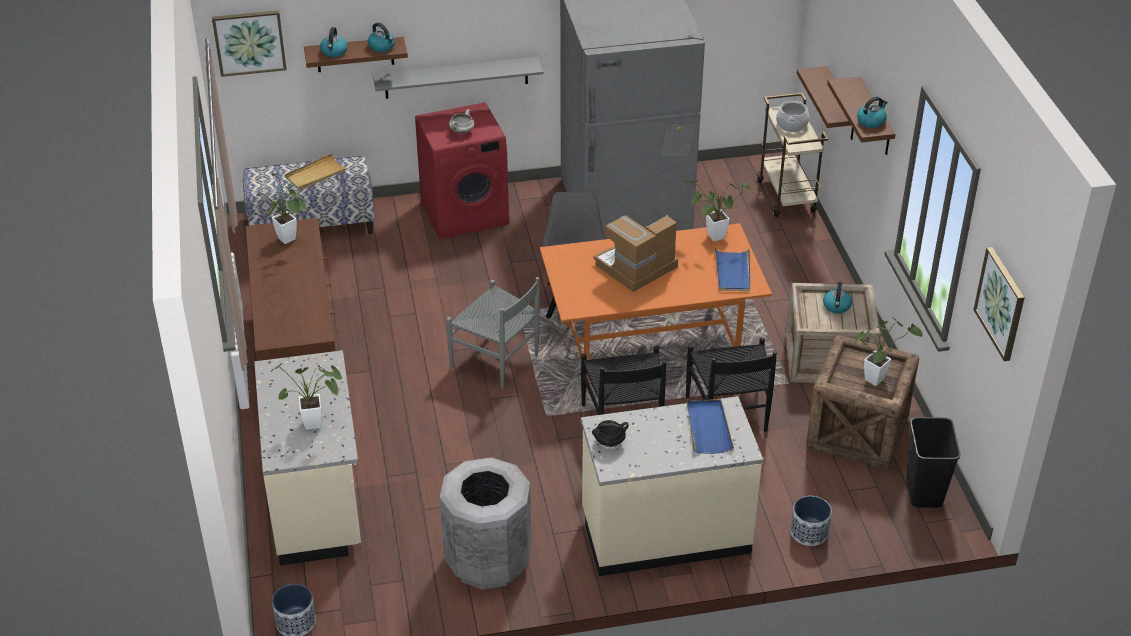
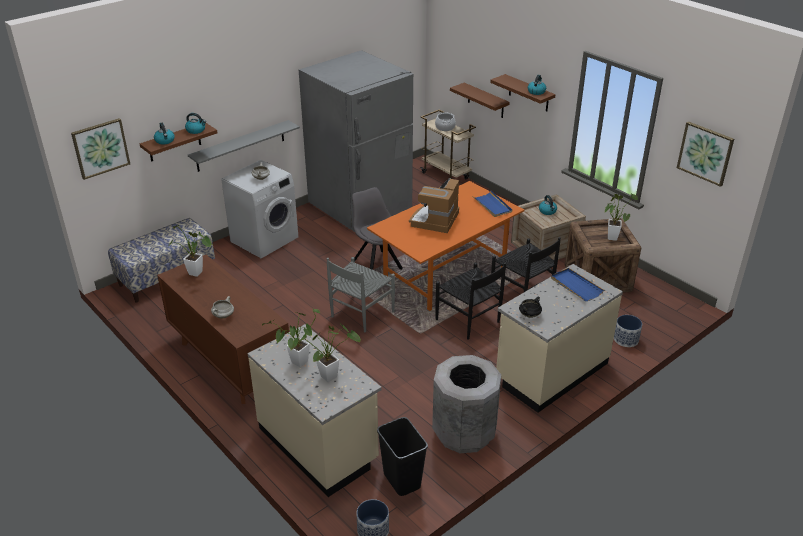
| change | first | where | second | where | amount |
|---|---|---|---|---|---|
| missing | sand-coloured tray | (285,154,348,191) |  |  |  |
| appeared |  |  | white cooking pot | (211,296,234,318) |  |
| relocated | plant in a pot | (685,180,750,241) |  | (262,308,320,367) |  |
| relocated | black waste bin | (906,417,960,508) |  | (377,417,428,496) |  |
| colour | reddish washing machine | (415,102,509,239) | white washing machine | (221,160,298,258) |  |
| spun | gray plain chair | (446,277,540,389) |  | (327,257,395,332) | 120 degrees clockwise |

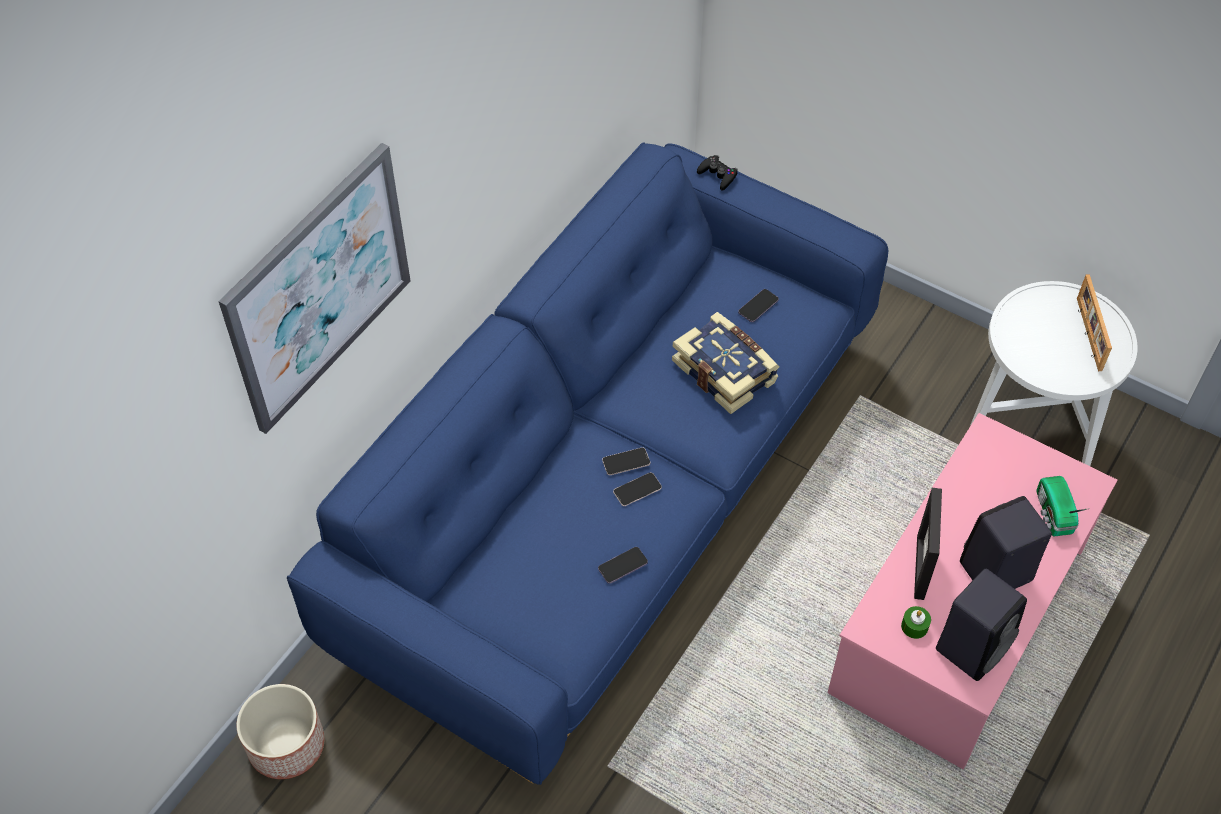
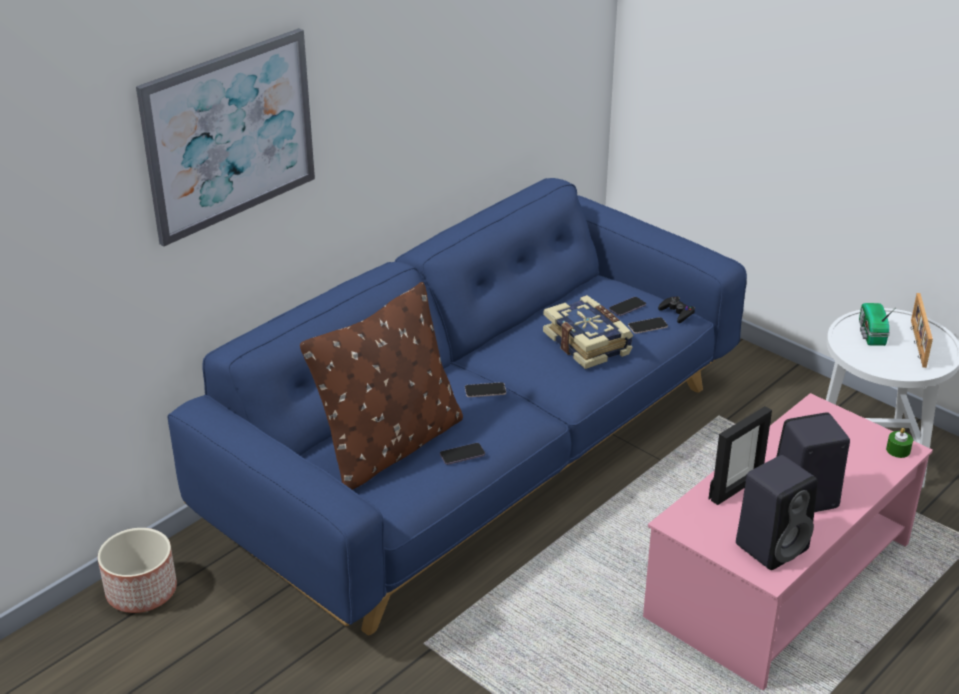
| change | first | where | second | where | amount |
|---|---|---|---|---|---|
| appeared |  |  | brown cushion | (300,282,463,490) |  |
| relocated | handset | (613,472,662,506) |  | (628,317,668,334) |  |
| relocated | black game controller | (697,155,738,191) |  | (658,297,695,323) |  |
| relocated | green-coloured candle | (901,606,931,639) |  | (886,428,913,458) |  |
| relocated | radio receiver | (1036,476,1090,537) |  | (859,303,894,346) |  |
| spun | standing frame | (914,488,942,600) |  | (709,406,772,505) | 150 degrees counterclockwise |

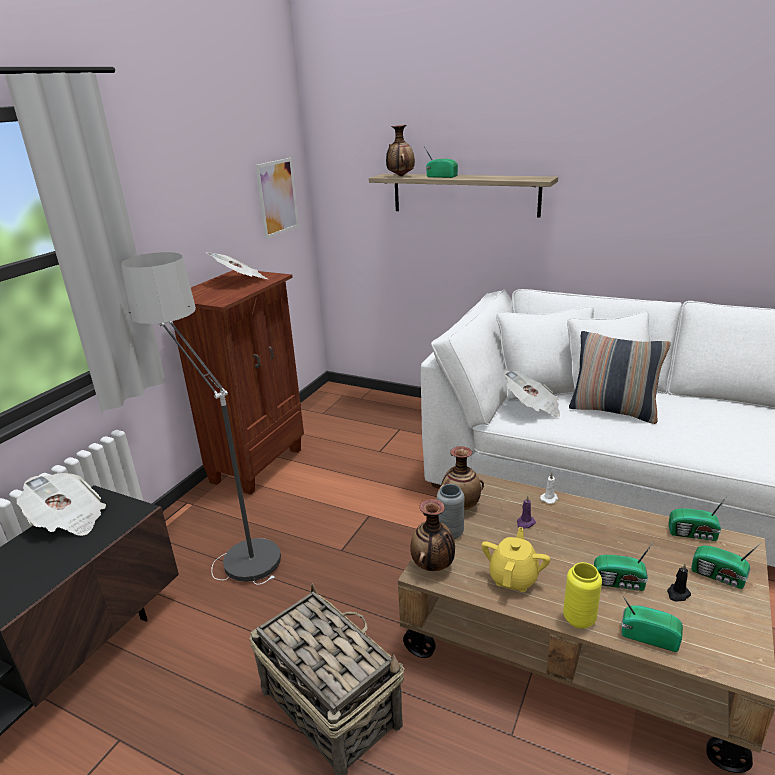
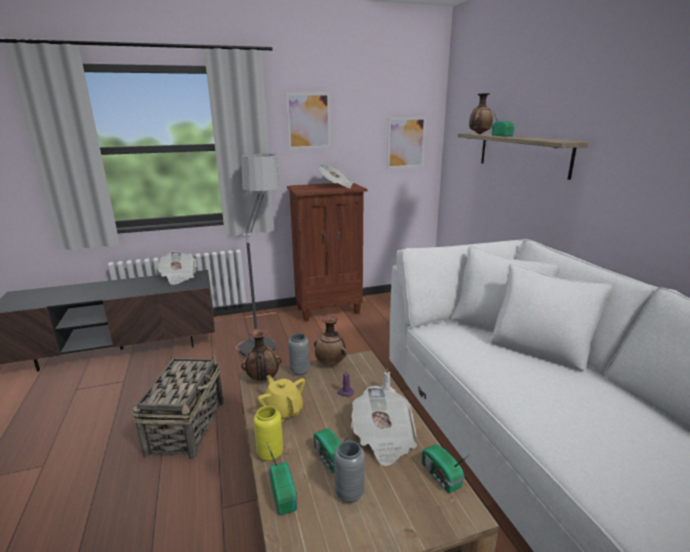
| change | first | where | second | where | amount |
|---|---|---|---|---|---|
| missing | cushion | (569,331,671,424) |  |  |  |
| missing | radio receiver | (691,543,761,589) |  |  |  |
| appeared |  |  | wall picture | (286,93,331,149) |  |
| relocated | newspaper | (504,370,560,417) |  | (351,386,417,466) |  |
| exchanged | black candle | (667,564,691,601) | gray decorative vase | (334,440,365,503) |  |
| spun | yellow-coloured tea pot | (481,527,550,592) |  | (258,375,305,422) | 105 degrees counterclockwise |

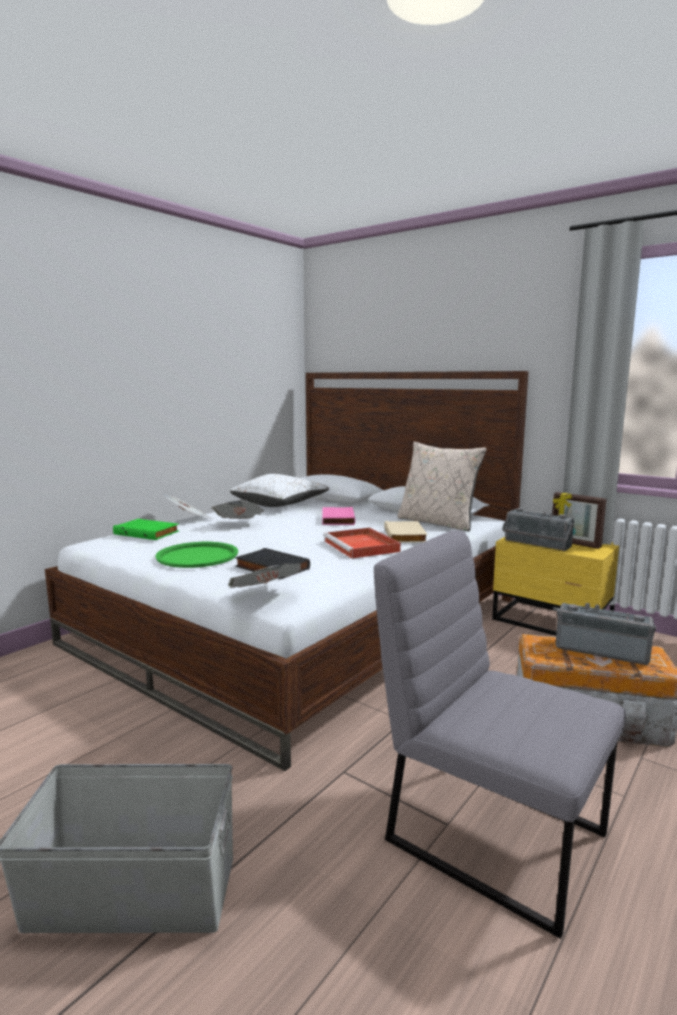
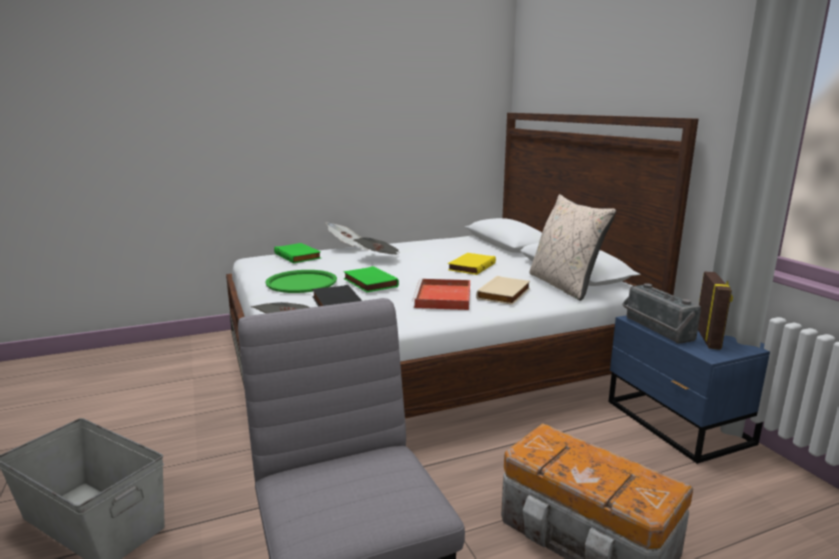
| change | first | where | second | where | amount |
|---|---|---|---|---|---|
| missing | white cushion | (230,474,330,507) |  |  |  |
| missing | radio receiver | (556,603,656,665) |  |  |  |
| appeared |  |  | green-coloured volume | (343,266,399,292) |  |
| colour | pink-coloured volume | (322,507,355,525) | yellow-coloured volume | (448,253,496,275) |  |
| colour | yellow-coloured bedside table | (492,537,619,636) | blue bedside table | (608,315,770,464) |  |
| spun | standing frame | (552,492,606,549) |  | (698,271,733,350) | 150 degrees counterclockwise |

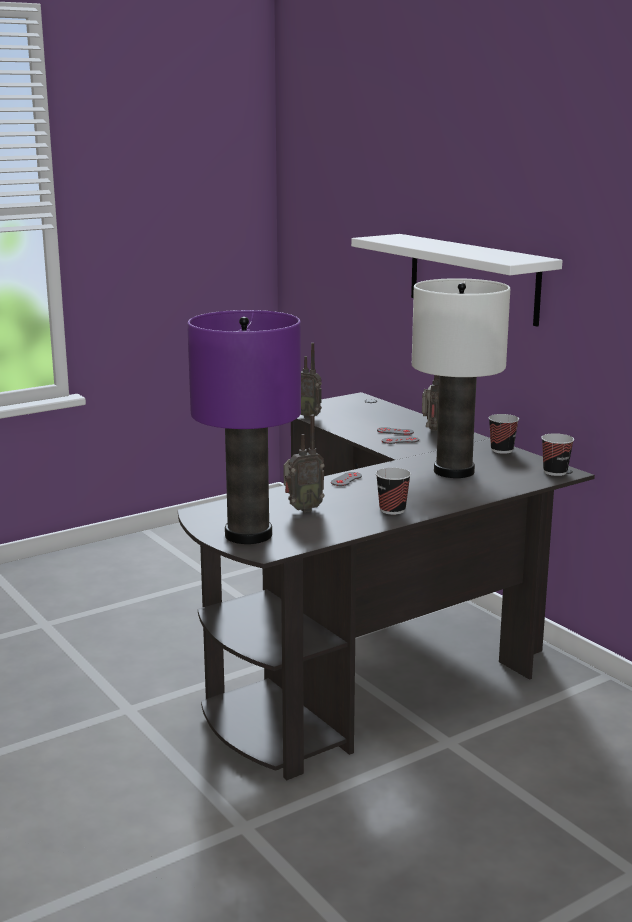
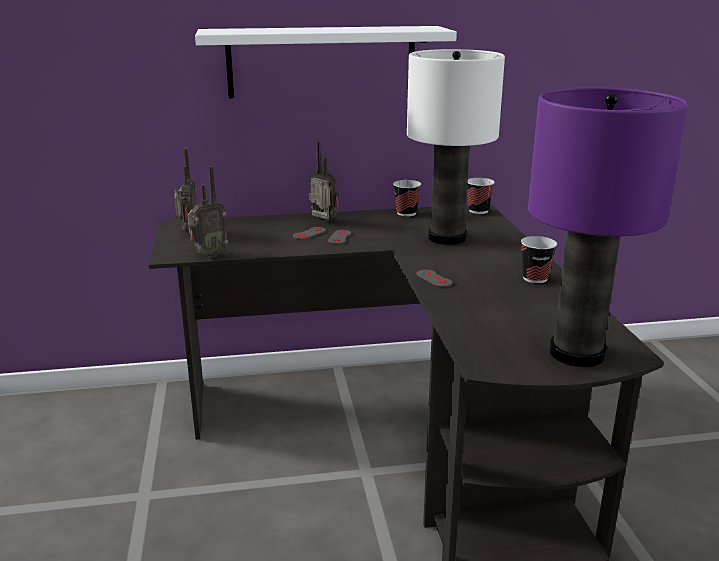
| change | first | where | second | where | amount |
|---|---|---|---|---|---|
| relocated | radio receiver | (284,415,325,512) |  | (173,148,197,233) |  |

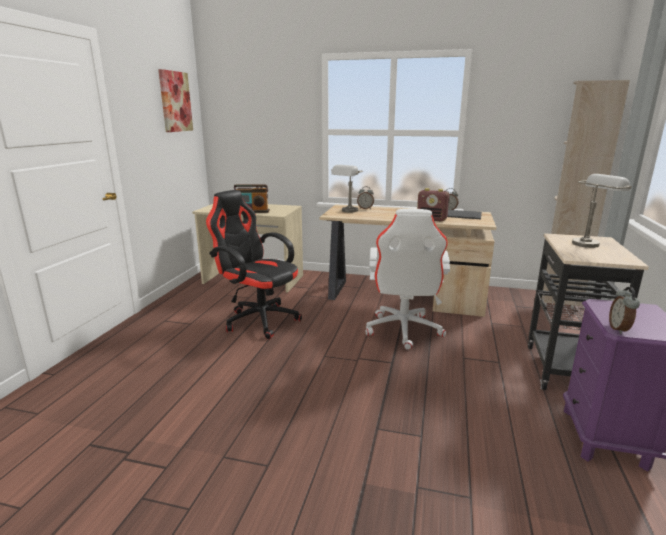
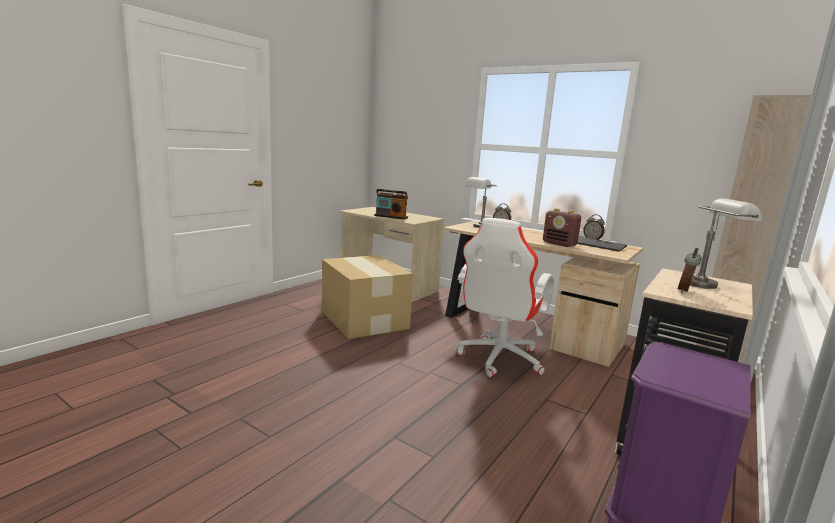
| change | first | where | second | where | amount |
|---|---|---|---|---|---|
| missing | wall picture | (158,69,193,132) |  |  |  |
| relocated | table clock | (609,287,640,334) |  | (678,248,702,293) |  |
| exchanged | black office chair | (206,190,302,339) | carton | (322,255,413,339) |  |

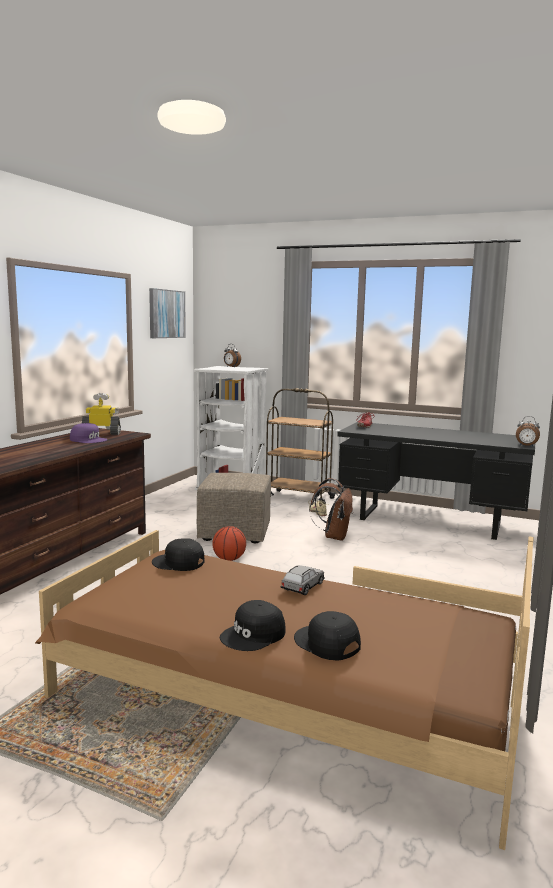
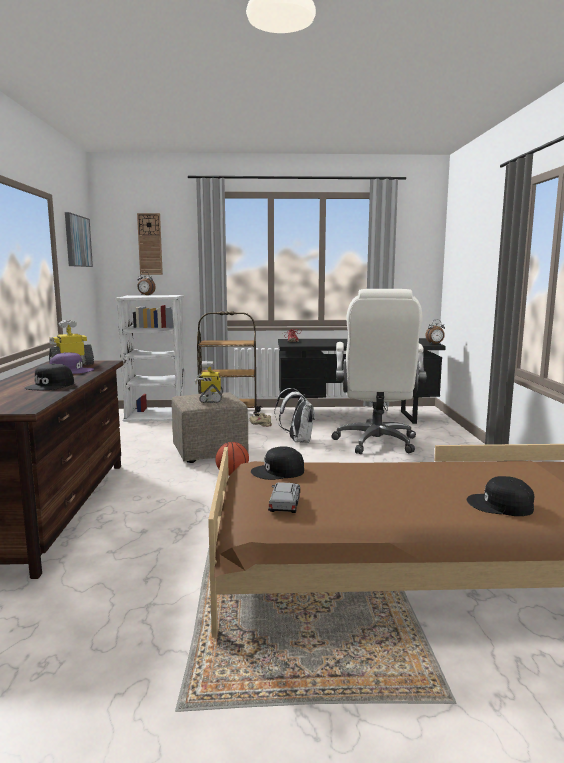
| change | first | where | second | where | amount |
|---|---|---|---|---|---|
| appeared |  |  | wall clock | (137,213,163,275) |  |
| appeared |  |  | robot figure | (195,361,223,403) |  |
| appeared |  |  | white office chair | (332,289,426,454) |  |
| relocated | black cap | (220,600,286,651) |  | (25,364,74,390) |  |
| relocated | gray miniature car | (280,565,325,595) |  | (268,482,300,513) |  |
| colour | brown knapsack | (309,478,353,541) | white knapsack | (275,388,315,443) |  |

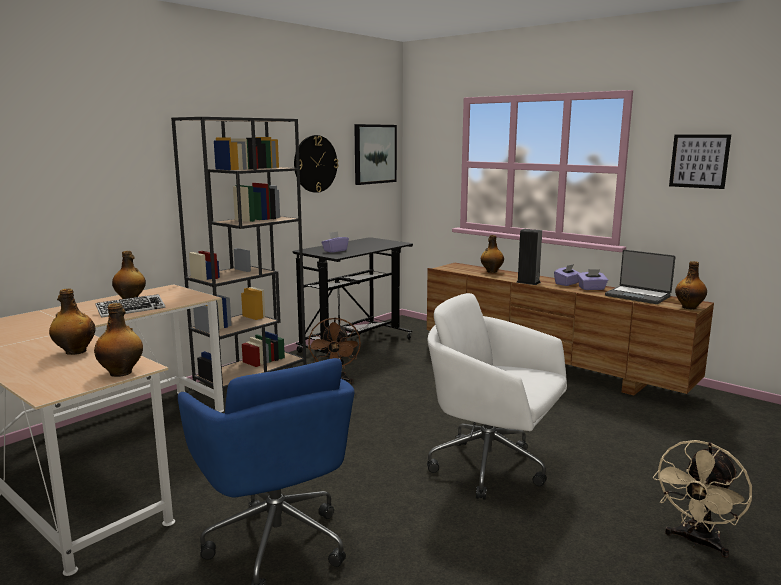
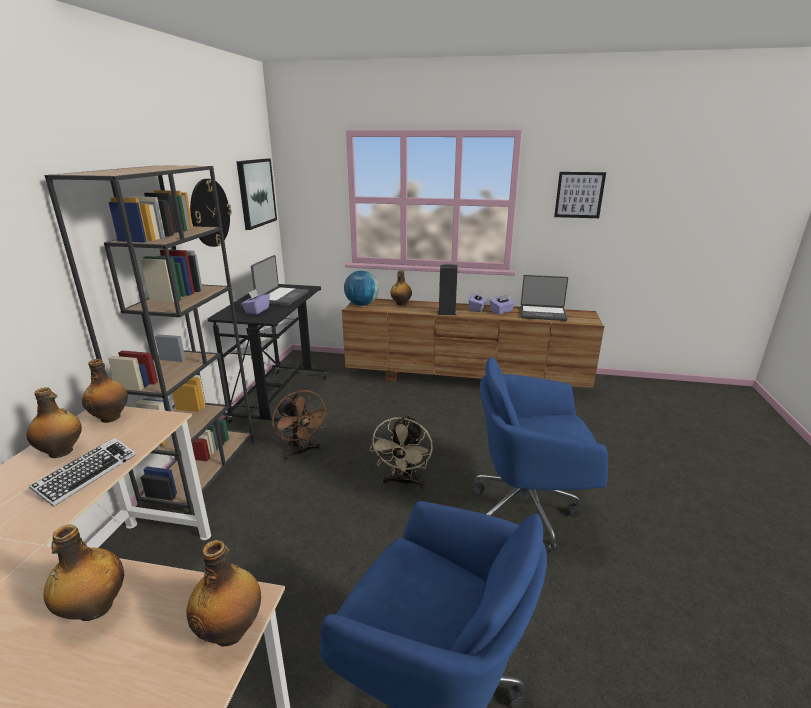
| change | first | where | second | where | amount |
|---|---|---|---|---|---|
| appeared |  |  | laptop | (251,255,309,306) |  |
| appeared |  |  | desk globe | (344,270,379,306) |  |
| relocated | sand-coloured cooling fan | (653,440,752,558) |  | (370,415,433,488) |  |
| relocated | beverage bottle | (675,261,707,309) |  | (82,359,128,423) |  |
| colour | white office chair | (427,293,567,500) | blue office chair | (473,357,608,553) |  |

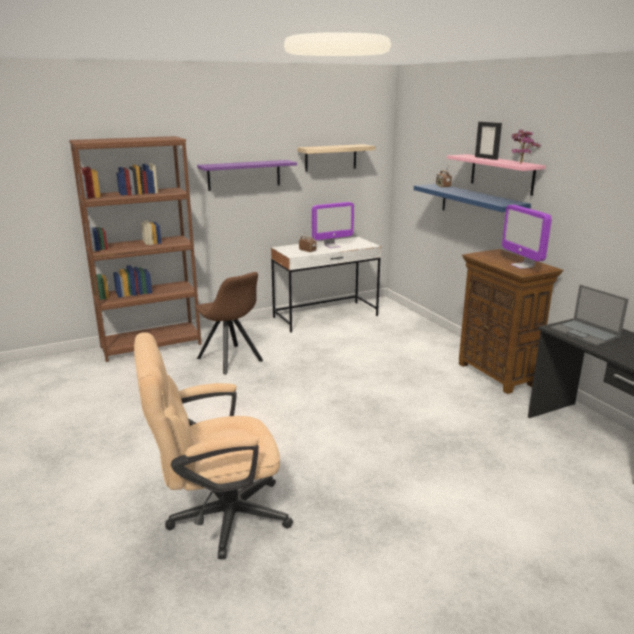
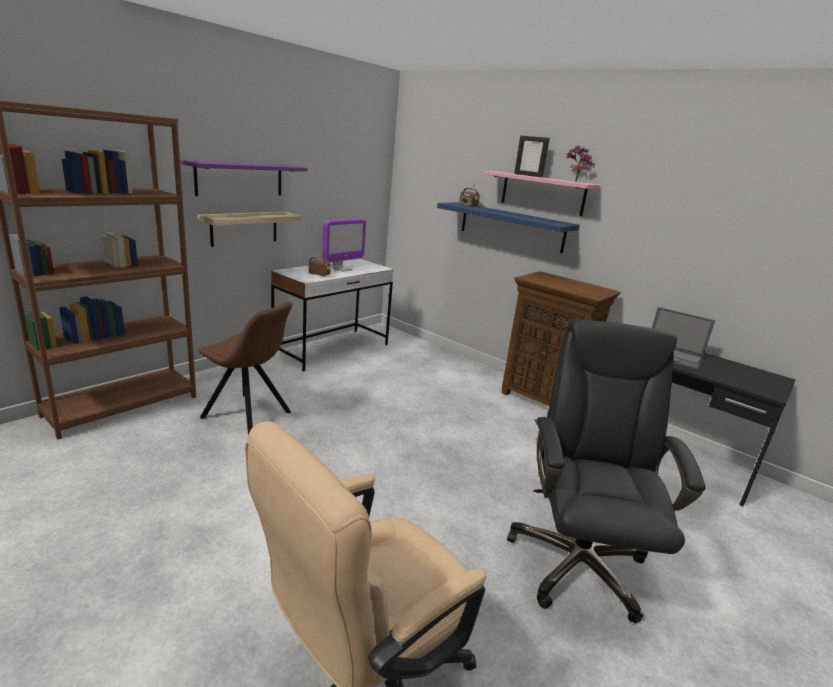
| change | first | where | second | where | amount |
|---|---|---|---|---|---|
| missing | computer screen | (502,205,552,269) |  |  |  |
| appeared |  |  | black office chair | (507,319,706,624) |  |
| relocated | bracket shelf | (297,144,375,172) |  | (197,212,302,247) |  |

